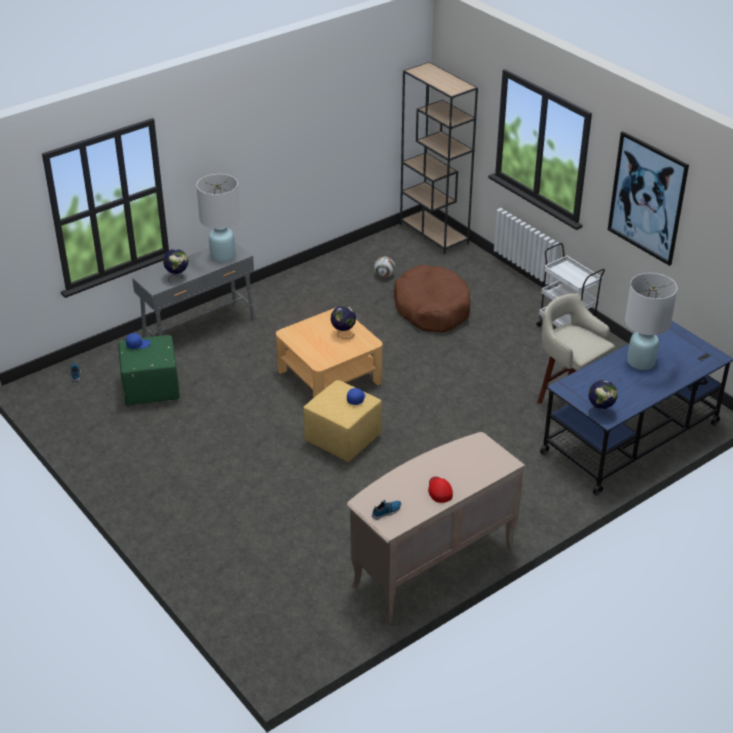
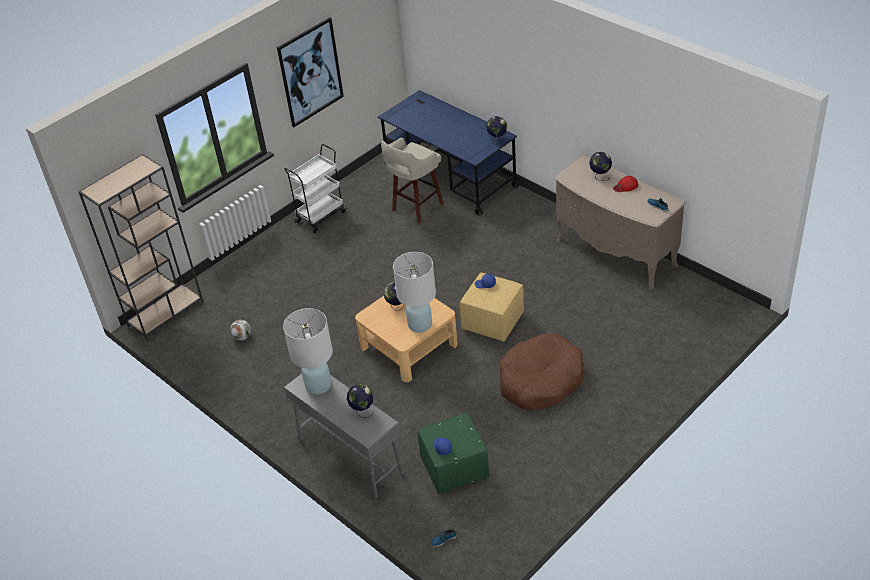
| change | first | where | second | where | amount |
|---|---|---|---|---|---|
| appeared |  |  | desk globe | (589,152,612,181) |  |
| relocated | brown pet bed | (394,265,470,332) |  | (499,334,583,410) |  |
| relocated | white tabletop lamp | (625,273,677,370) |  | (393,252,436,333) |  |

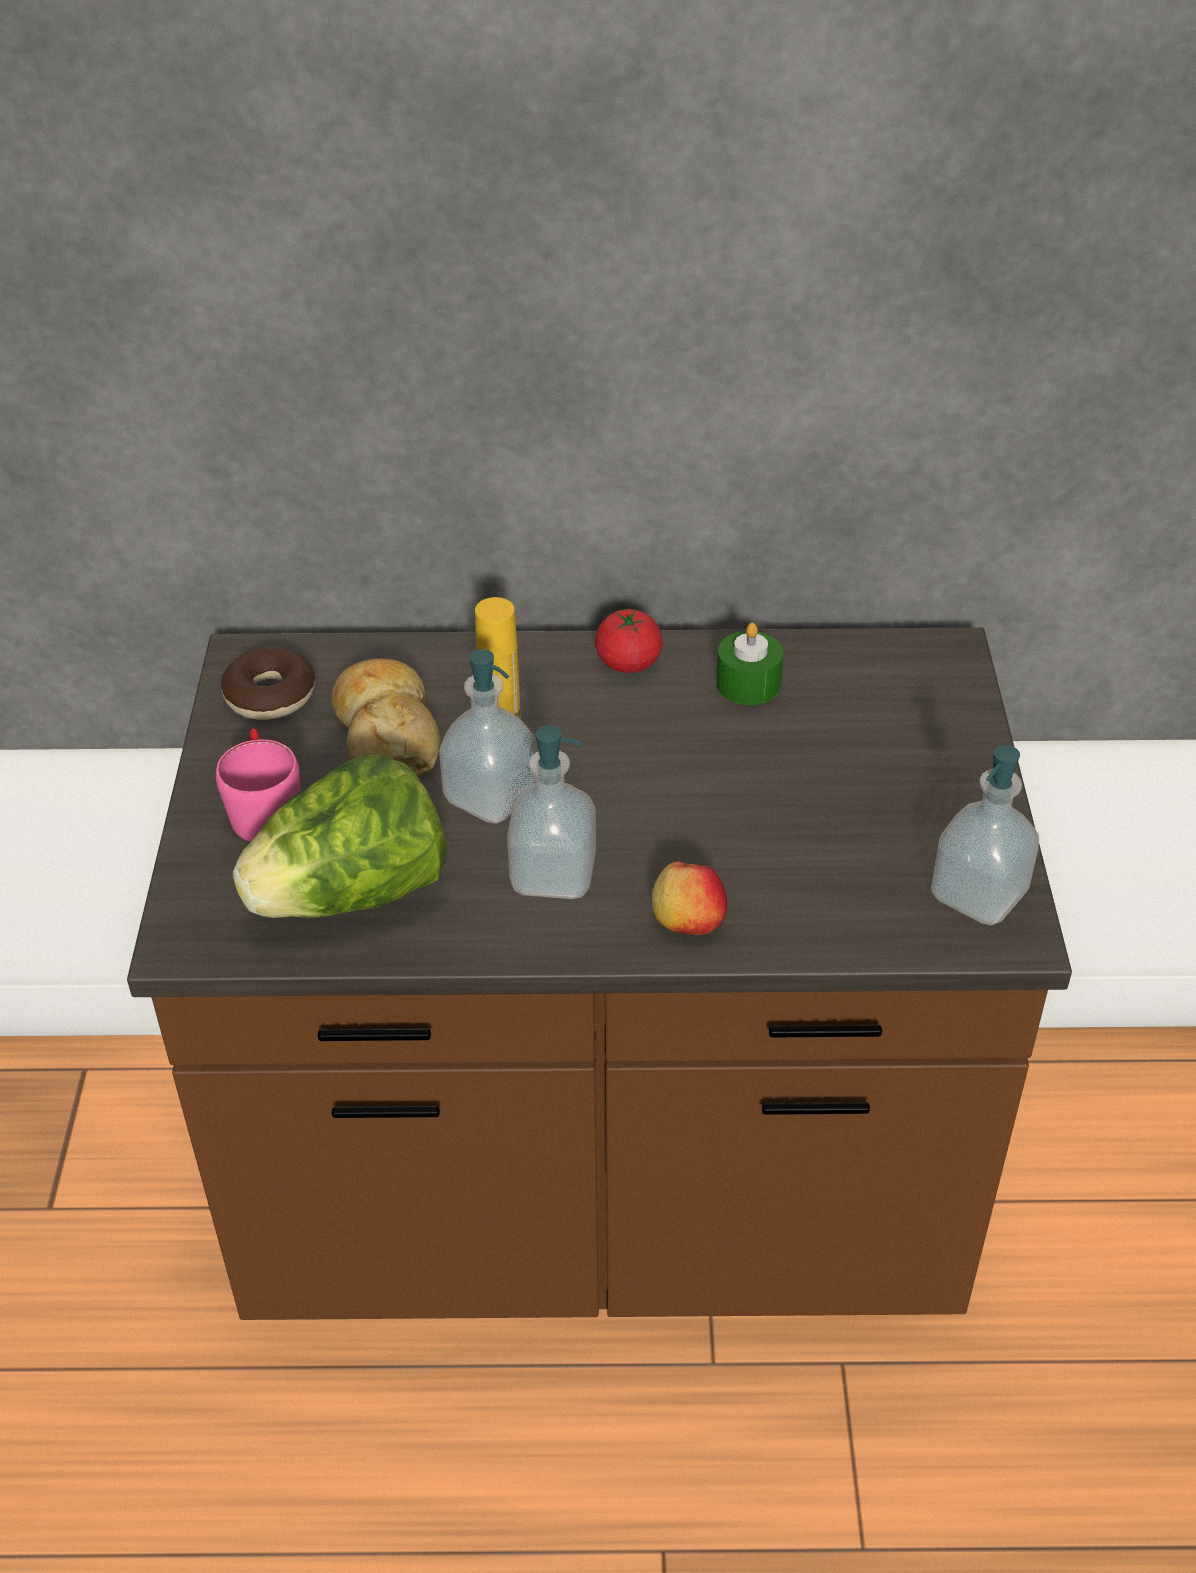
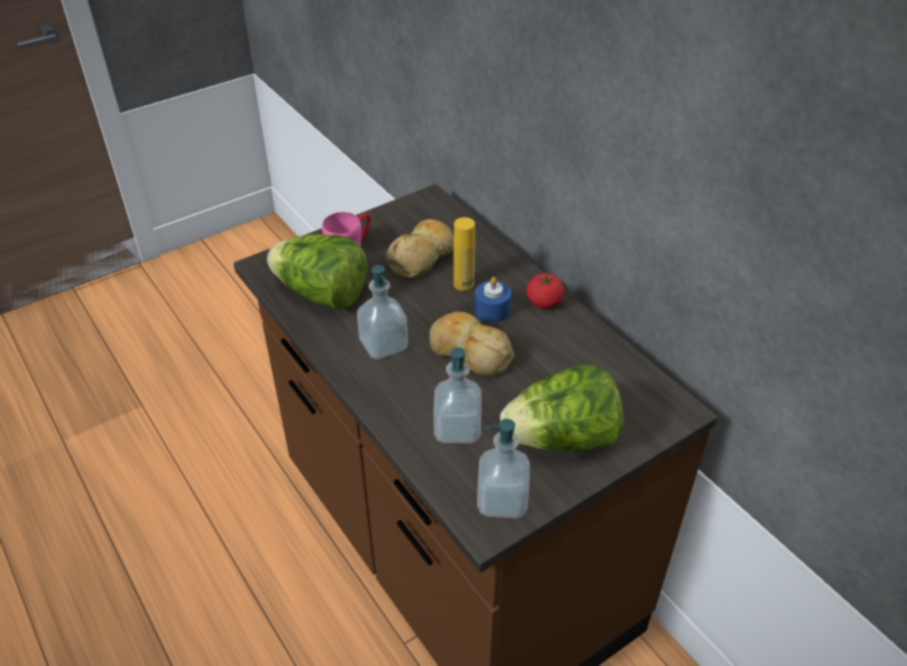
| change | first | where | second | where | amount |
|---|---|---|---|---|---|
| missing | donut | (221,647,315,720) |  |  |  |
| missing | apple | (652,862,727,935) |  |  |  |
| missing | green-coloured candle | (716,623,783,705) |  |  |  |
| appeared |  |  | bakery bread | (429,311,514,376) |  |
| appeared |  |  | blue candle | (475,277,511,322) |  |
| appeared |  |  | head of lettuce | (500,364,624,452) |  |
| relocated | soap bottle | (439,649,537,824) |  | (434,347,481,444) |  |

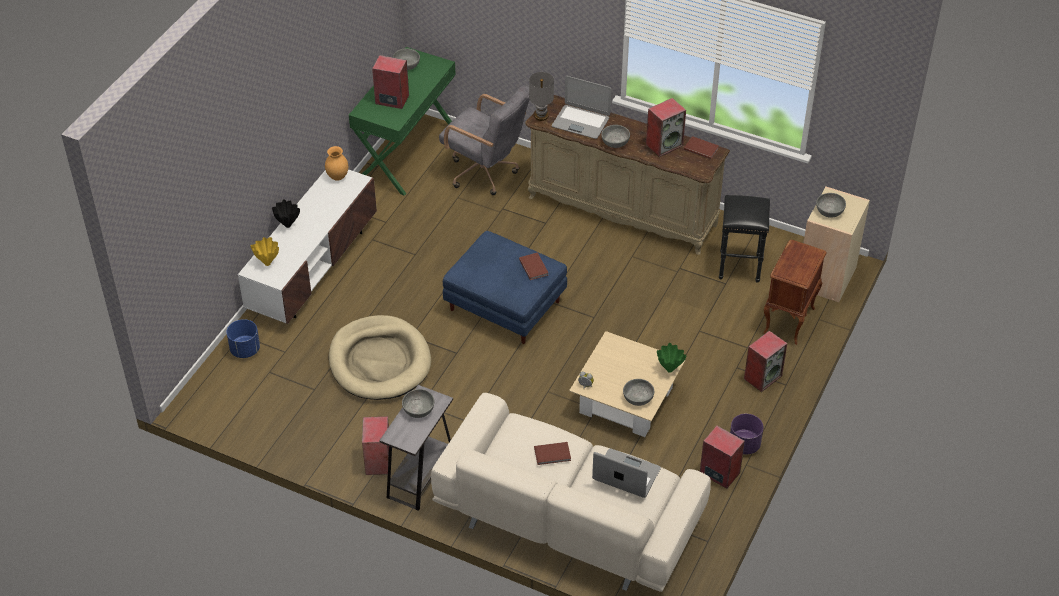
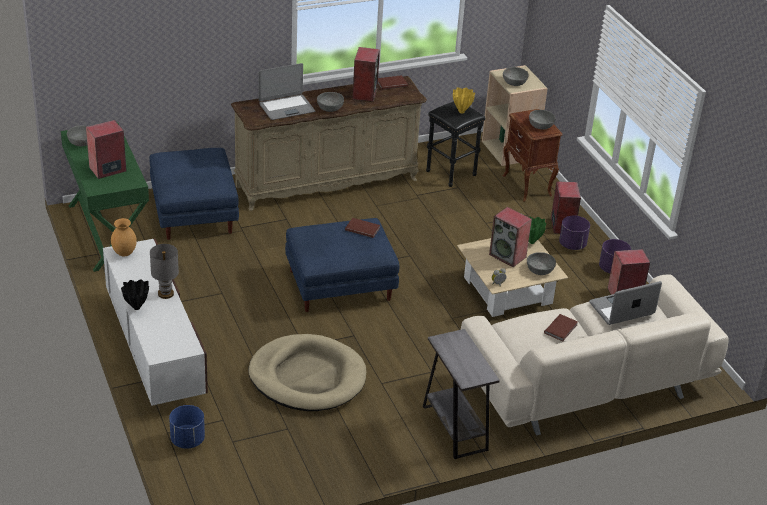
| change | first | where | second | where | amount |
|---|---|---|---|---|---|
| appeared |  |  | purple plant pot | (559,216,590,250) |  |
| relocated | yellow-coloured decorative vase | (250,237,279,266) |  | (453,87,475,113) |  |
| relocated | loudspeaker | (362,416,389,475) |  | (489,207,532,267) |  |
| relocated | gray deep dish | (402,389,434,418) |  | (529,110,555,130) |  |
| relocated | gray tabletop lamp | (529,72,554,121) |  | (150,244,179,299) |  |
| exchanged | gray office chair | (439,85,530,195) | blue footrest | (149,148,239,240) |  |

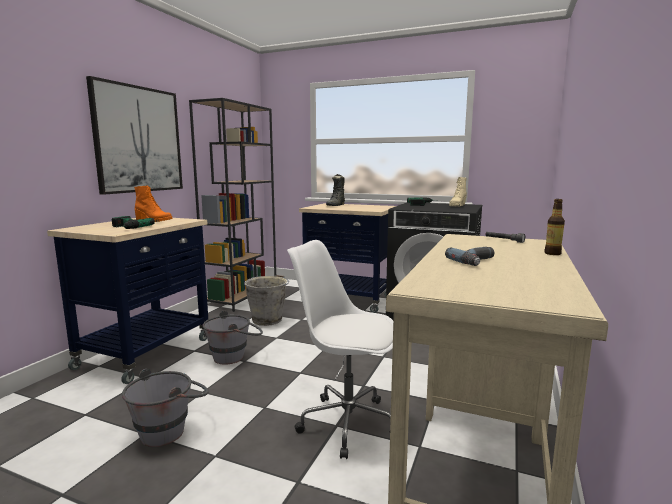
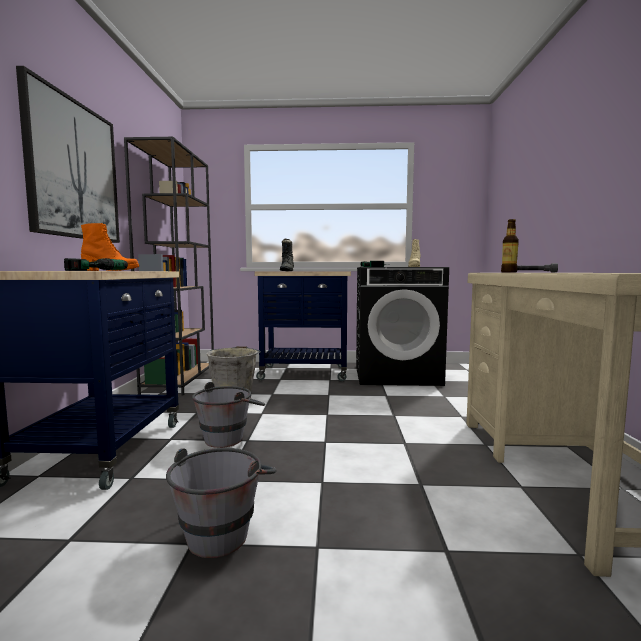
| change | first | where | second | where | amount |
|---|---|---|---|---|---|
| missing | white office chair | (287,240,393,459) |  |  |  |
| missing | power drill | (445,247,494,266) |  |  |  |
| relocated | beverage bottle | (544,199,565,255) |  | (501,219,519,273) |  |

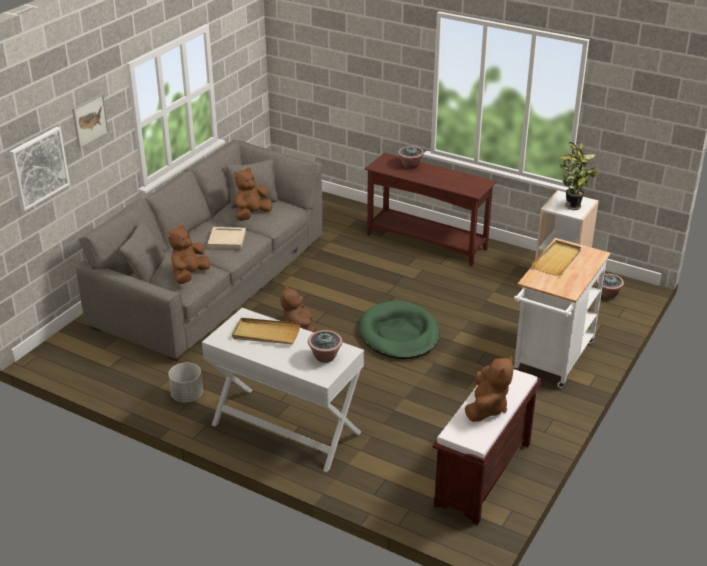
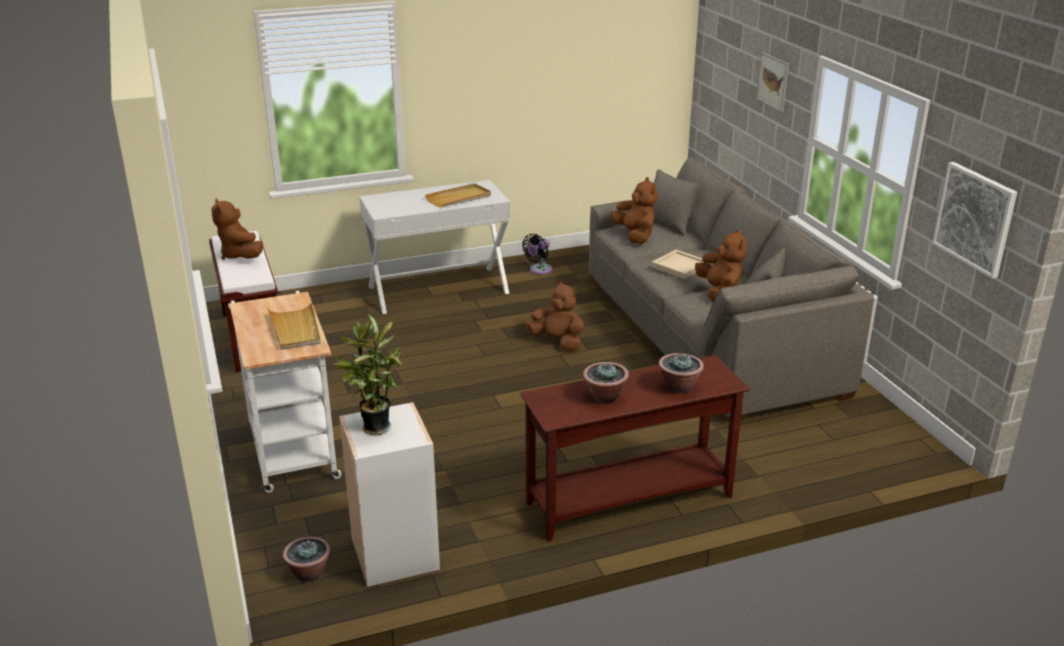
| change | first | where | second | where | amount |
|---|---|---|---|---|---|
| missing | green-coloured pet bed | (359,301,440,359) |  |  |  |
| relocated | wall picture | (10,127,70,211) |  | (932,162,1017,279) |  |
| relocated | plant in a pot | (308,330,343,363) |  | (583,362,629,404) |  |
| exchanged | gray plant pot | (169,363,203,403) | black cooling fan | (522,234,553,275) |  |

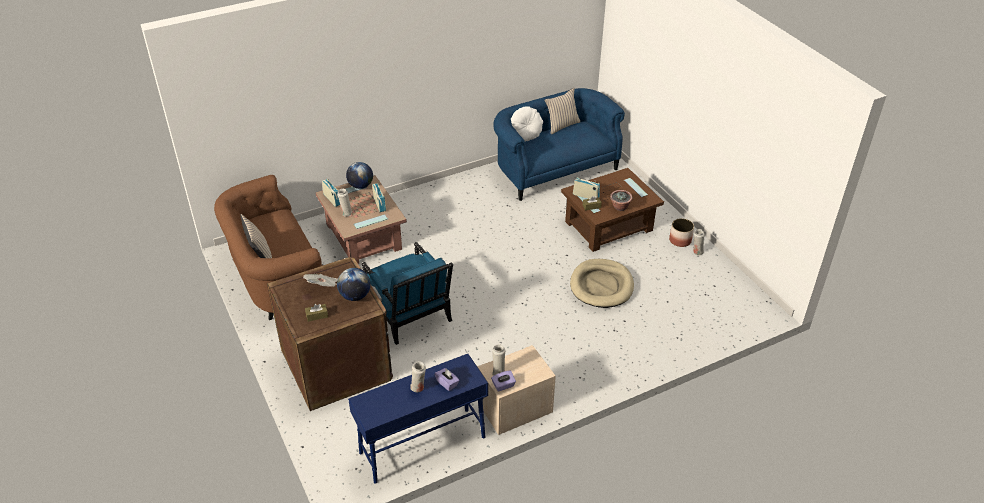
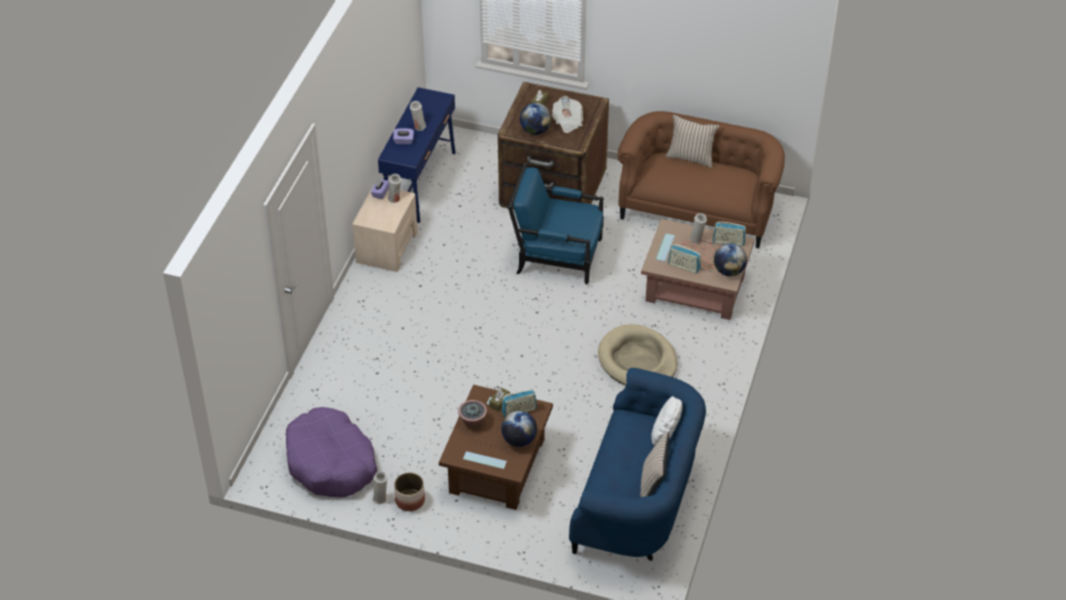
| change | first | where | second | where | amount |
|---|---|---|---|---|---|
| appeared |  |  | purple pet bed | (286,407,378,497) |  |
| appeared |  |  | desk globe | (501,411,537,447) |  |
| relocated | sand-coloured pet bed | (570,259,634,308) |  | (598,324,678,386) |  |

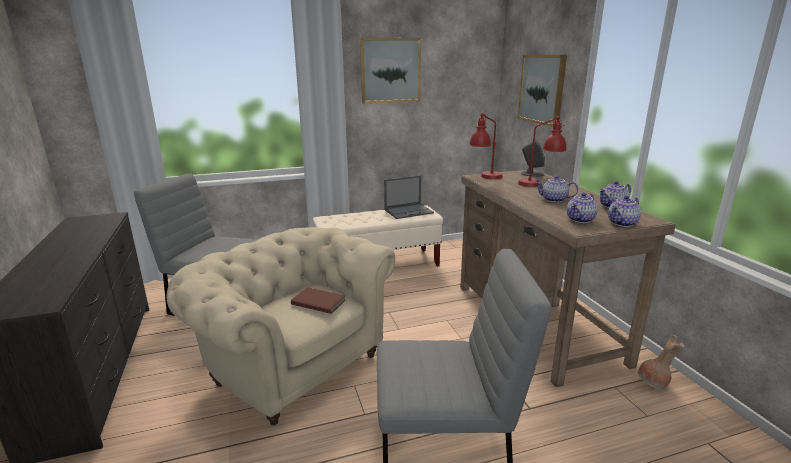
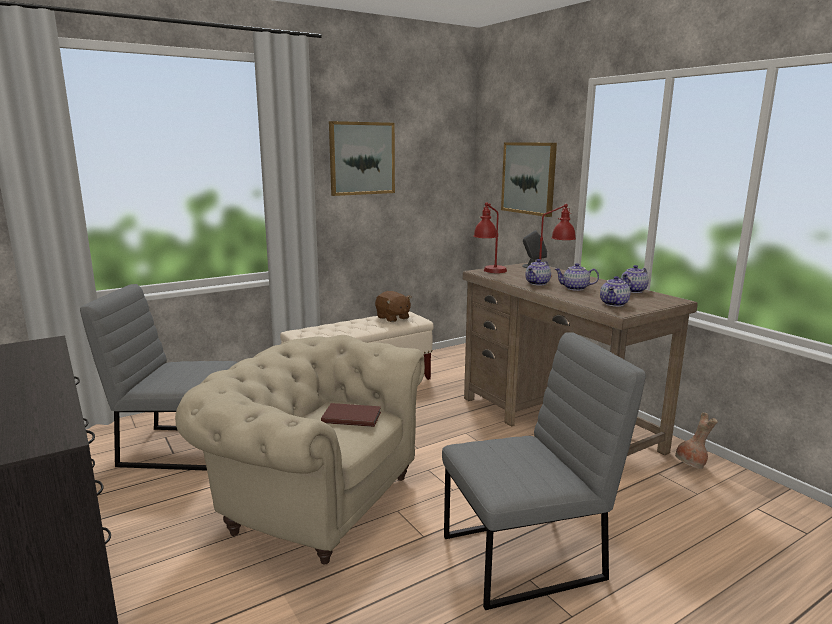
| change | first | where | second | where | amount |
|---|---|---|---|---|---|
| relocated | tea pot | (608,196,641,227) |  | (525,259,551,286) |  |
| exchanged | laptop | (384,176,434,219) | brown cuddly toy | (375,291,411,322) |  |

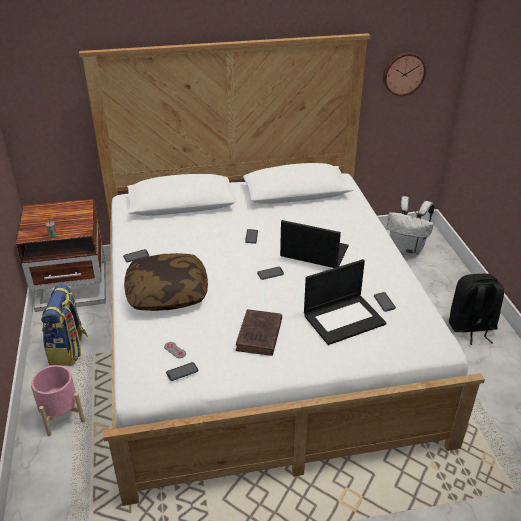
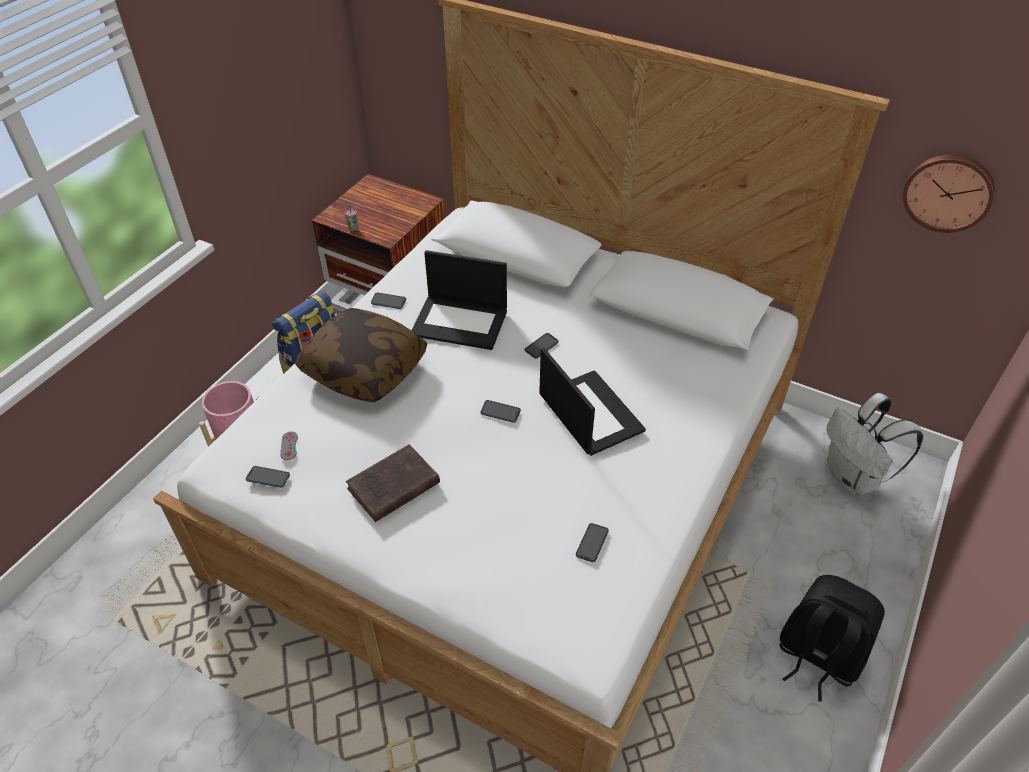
| change | first | where | second | where | amount |
|---|---|---|---|---|---|
| relocated | laptop | (304,259,387,345) |  | (412,250,507,350) |  |

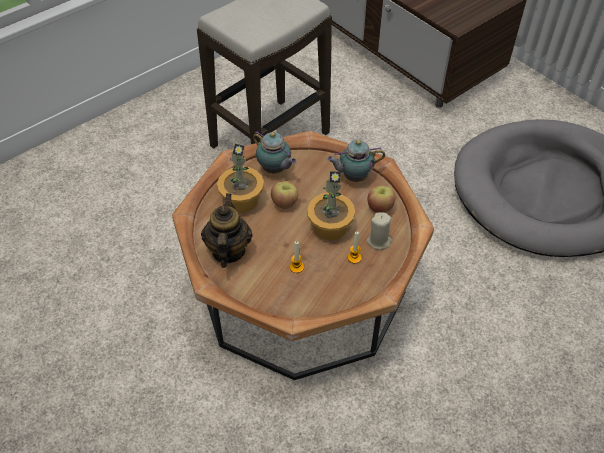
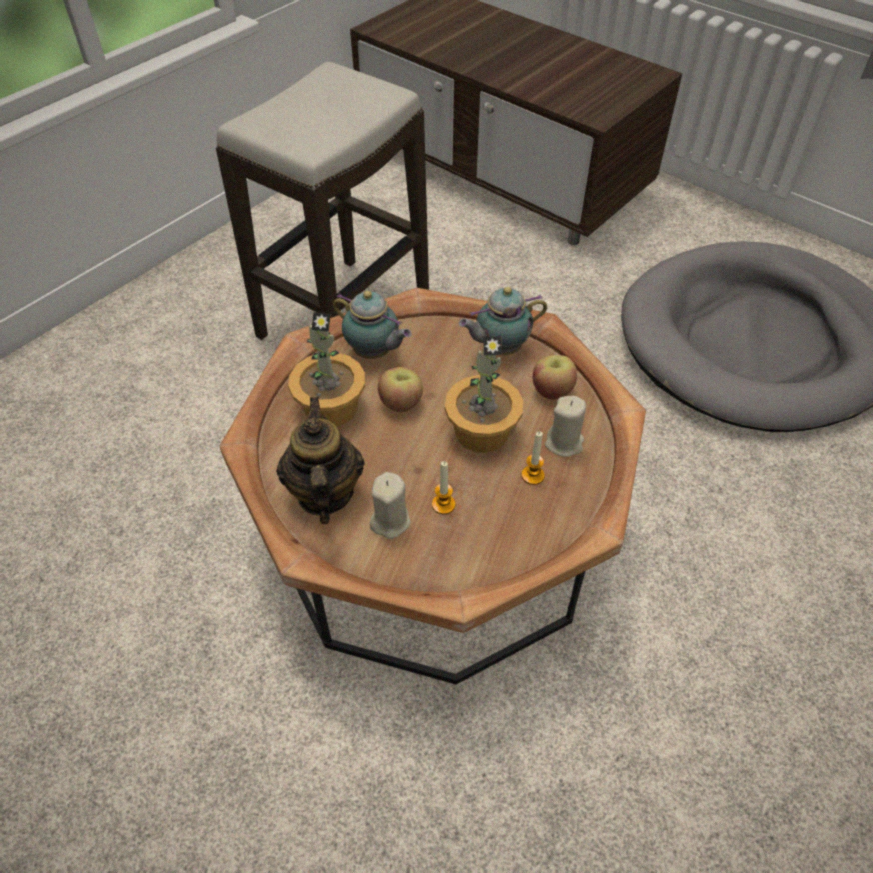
| change | first | where | second | where | amount |
|---|---|---|---|---|---|
| appeared |  |  | sand-coloured candle | (370,472,410,539) |  |

